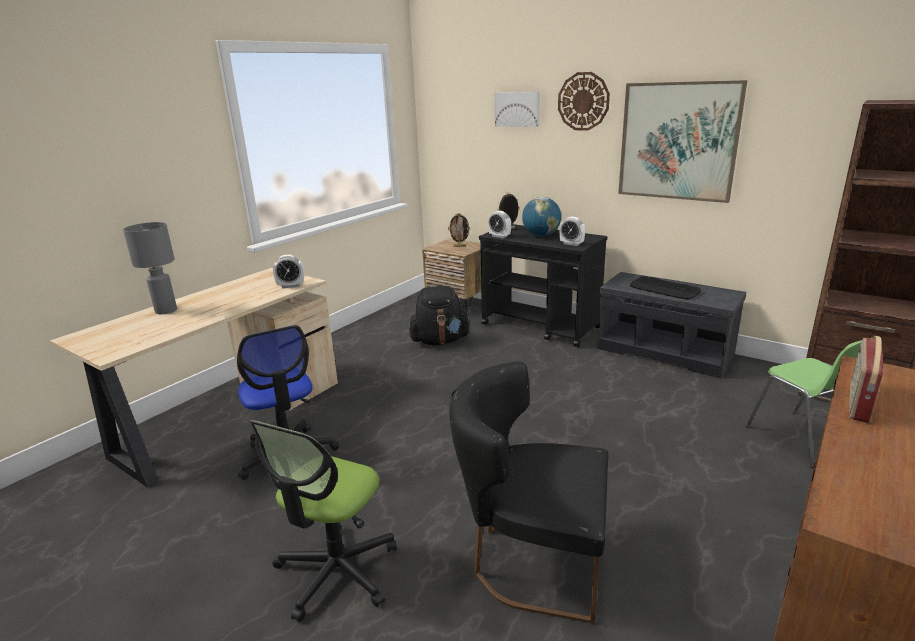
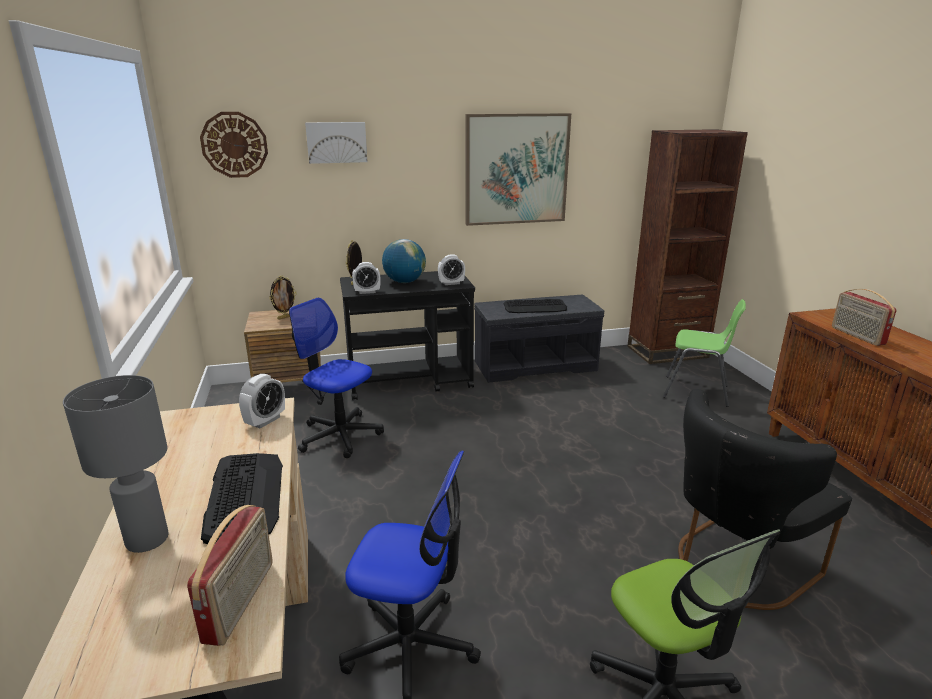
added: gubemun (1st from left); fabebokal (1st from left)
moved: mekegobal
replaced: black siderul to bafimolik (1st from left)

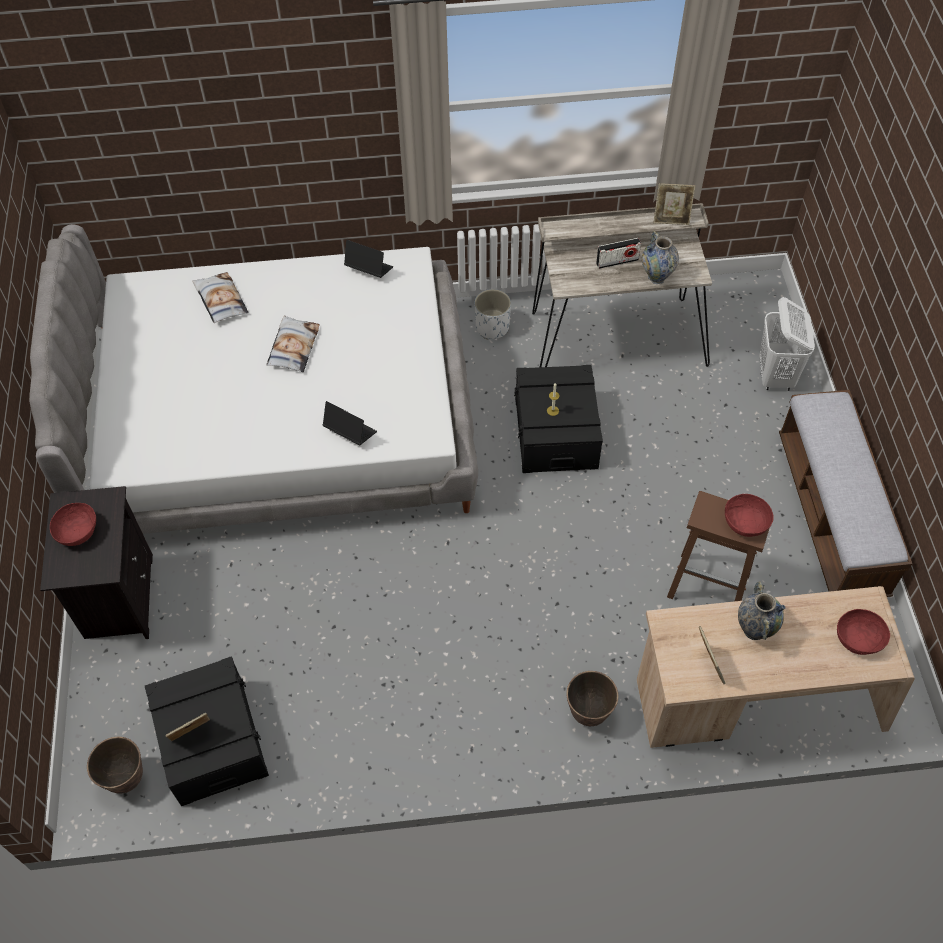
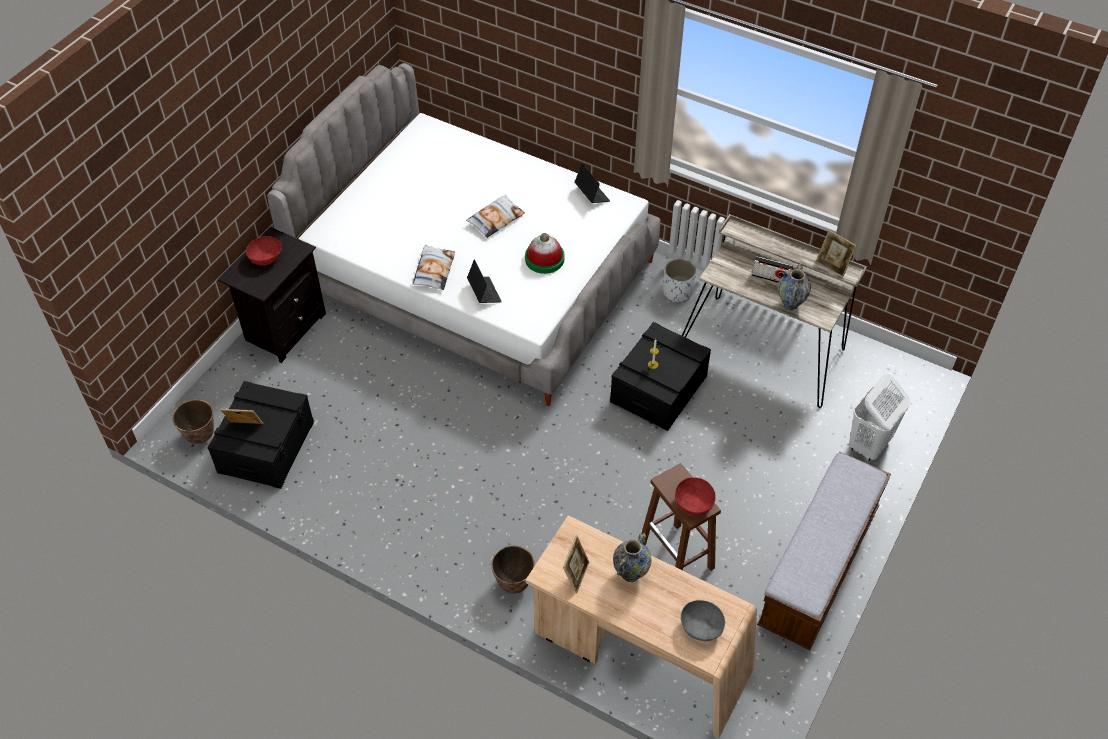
added: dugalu
moved: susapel (1st from left)
recoloured: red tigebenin (3rd from left) to grey tigebenin

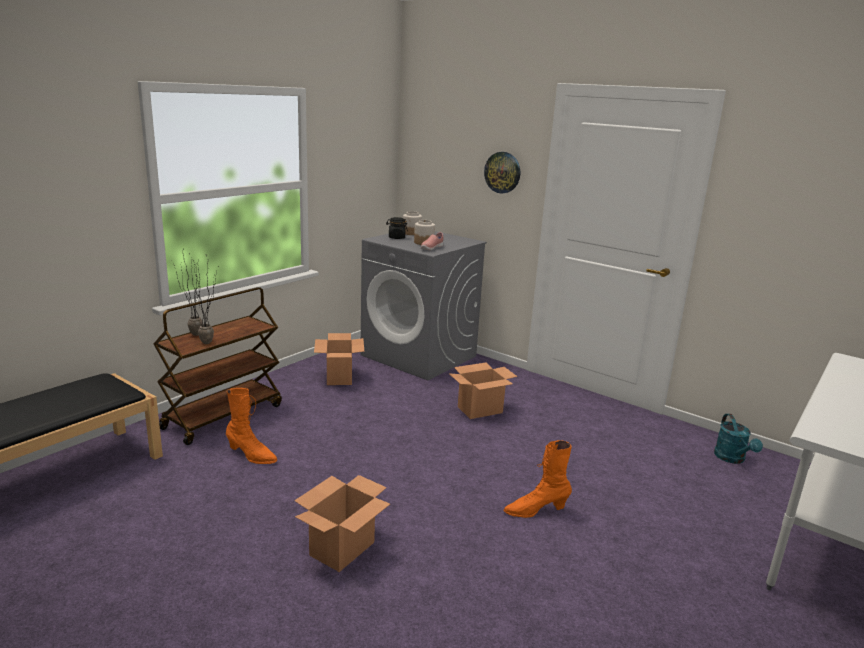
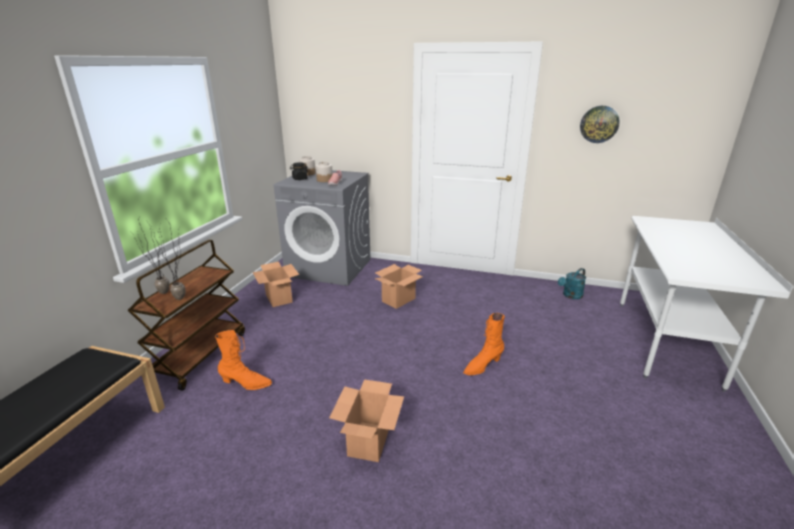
moved: mekegobal
turned: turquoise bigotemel 75 degrees clockwise

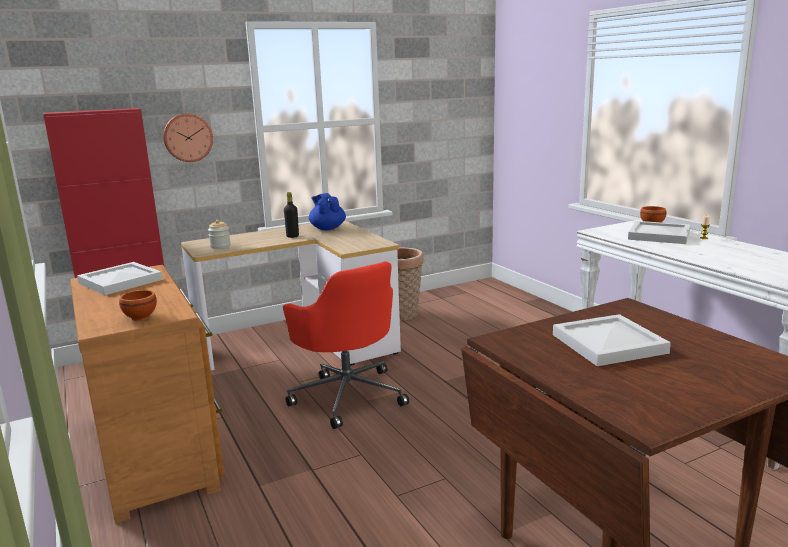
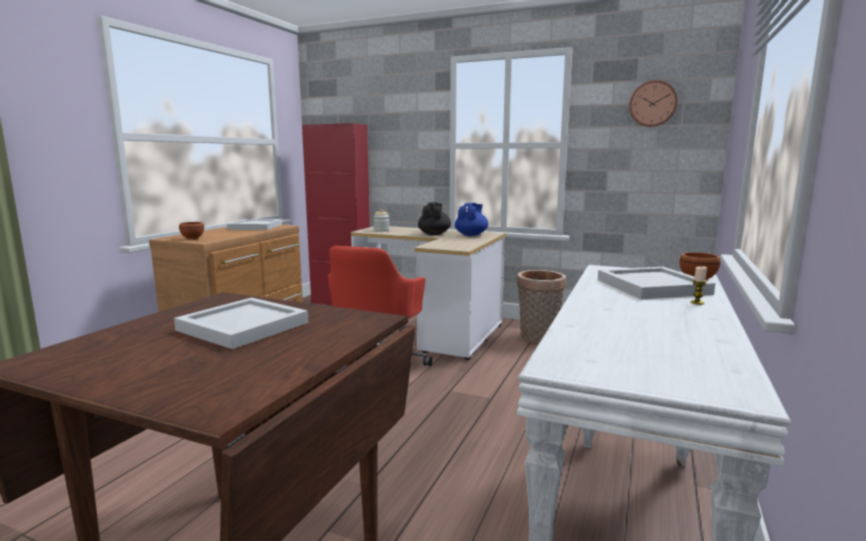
moved: mekegobal
replaced: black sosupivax to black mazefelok

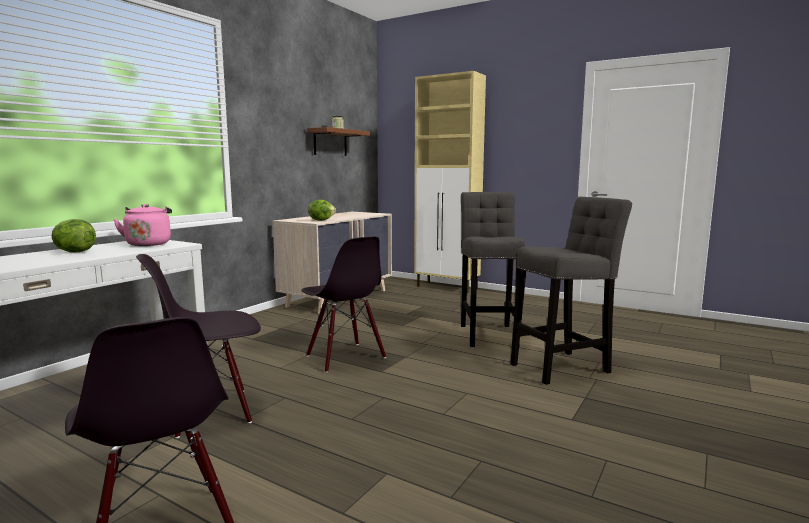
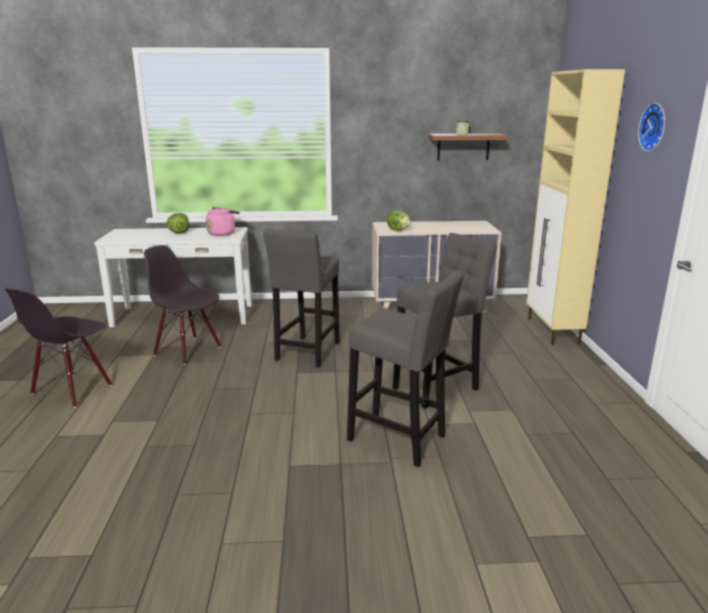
added: mekegobal
replaced: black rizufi (3rd from left) to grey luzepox (1st from left)

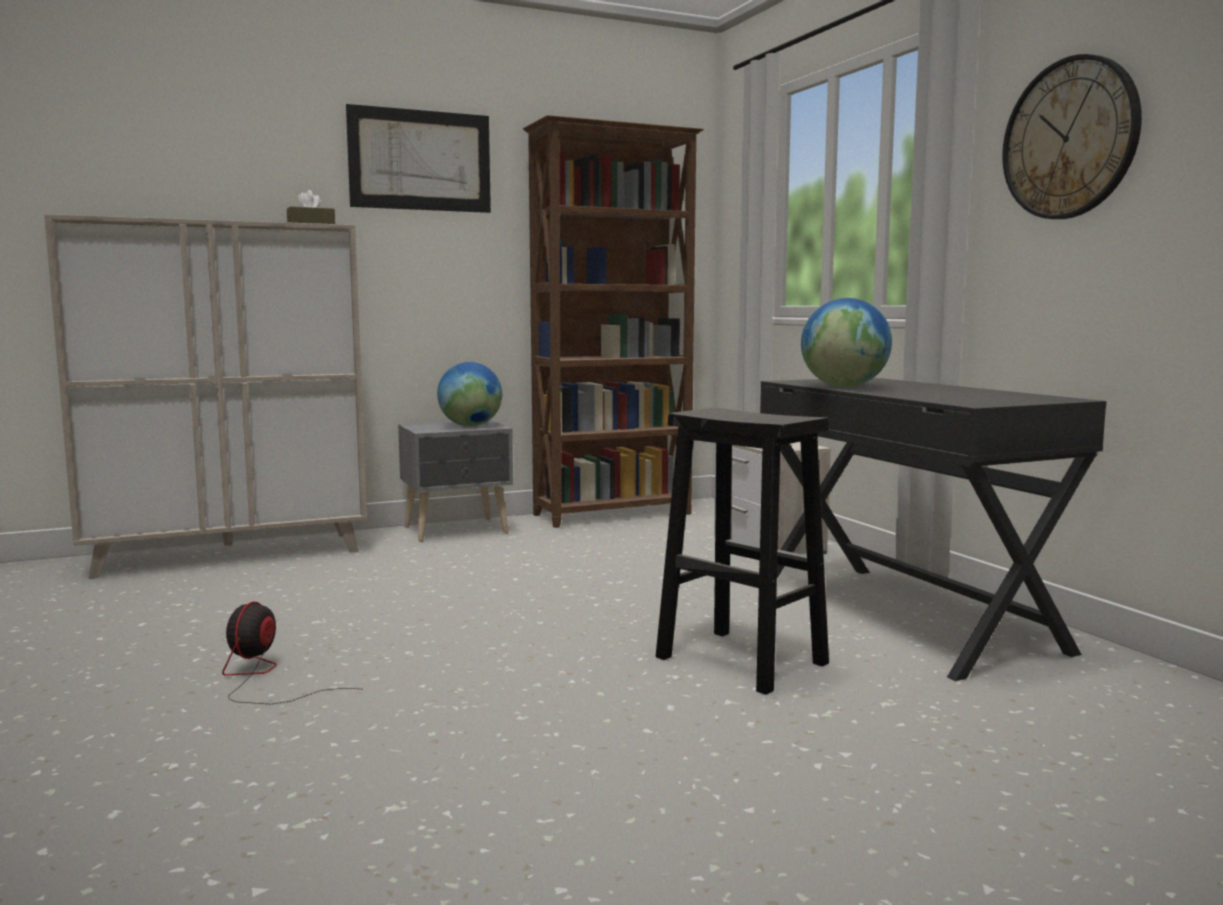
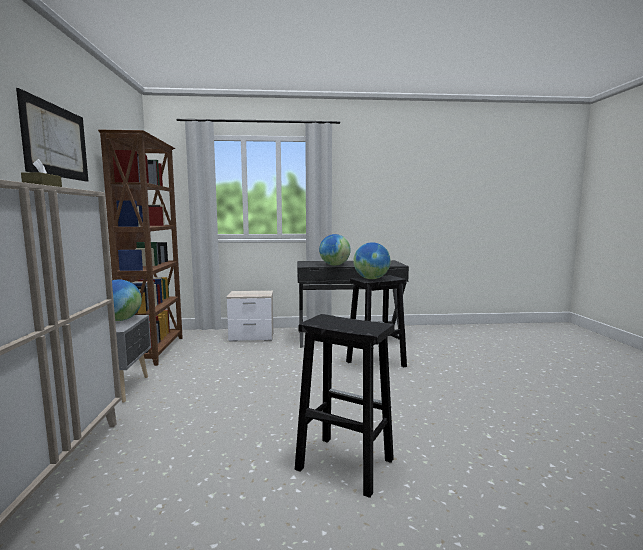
removed: mekegobal
added: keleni (3rd from left)
replaced: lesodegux to black luzepox (1st from left)

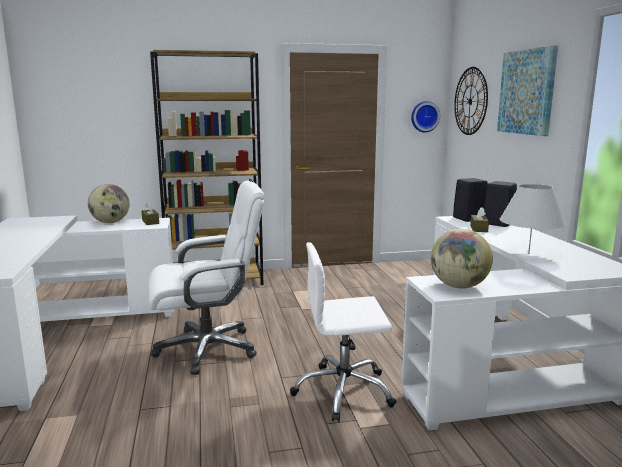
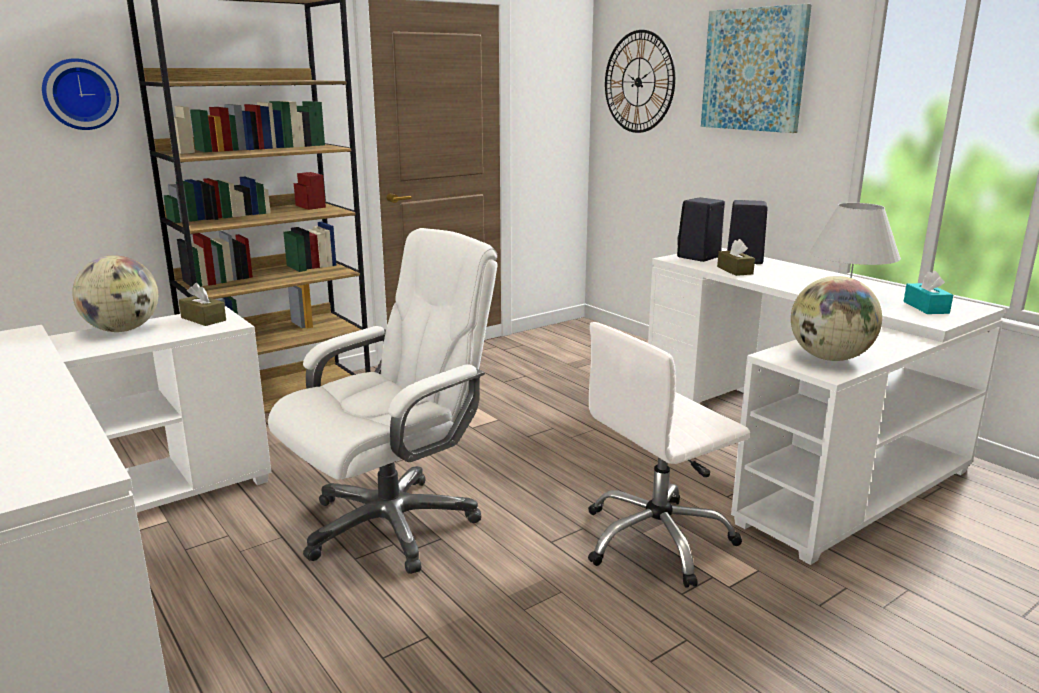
added: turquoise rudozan
moved: mekegobal (1st from left)

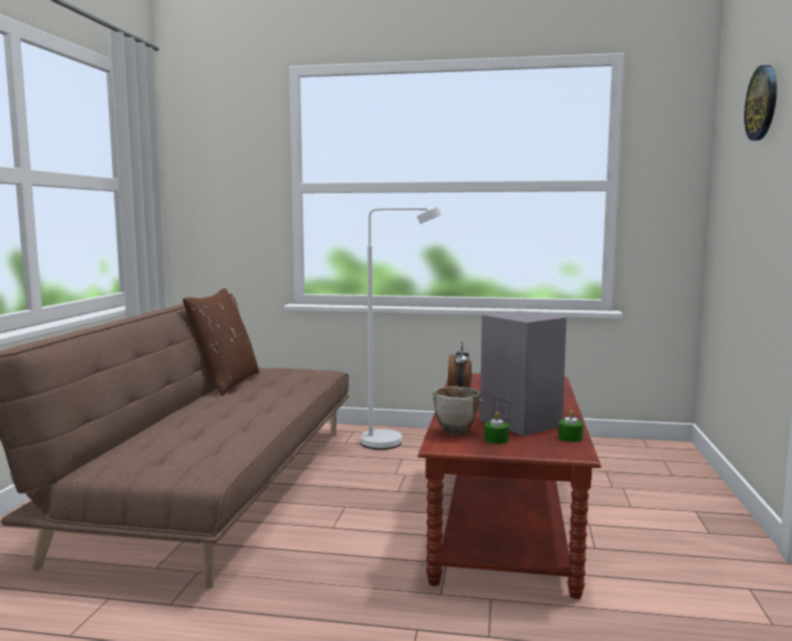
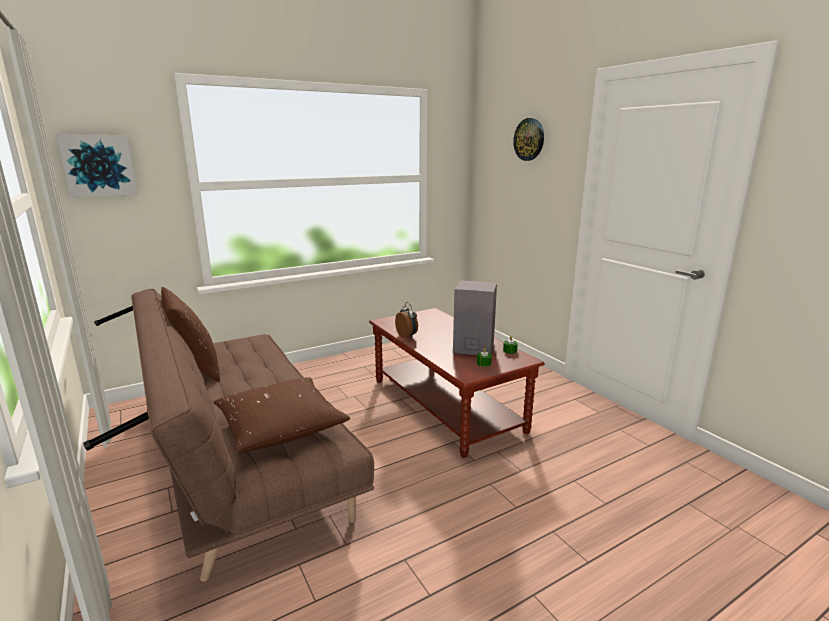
removed: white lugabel; tigebenin
added: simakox; brown susapel (2nd from left)

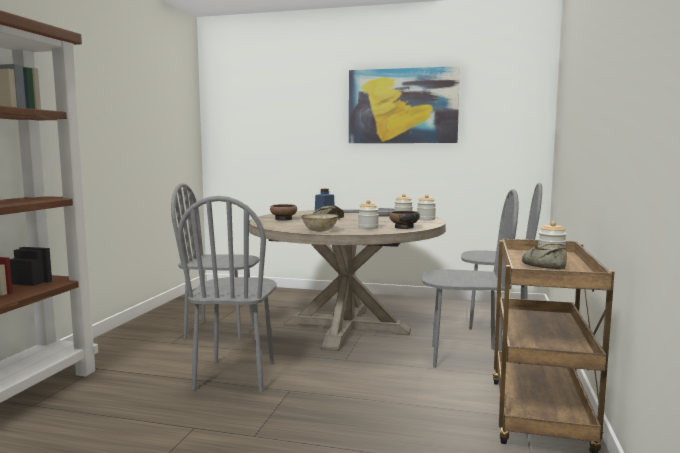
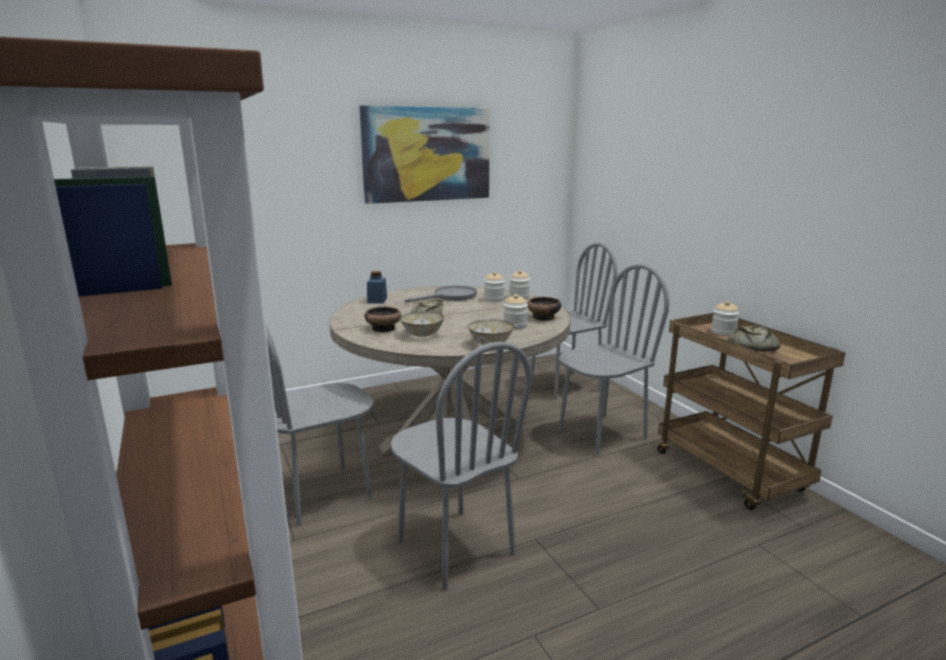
added: tigebenin (2nd from left)

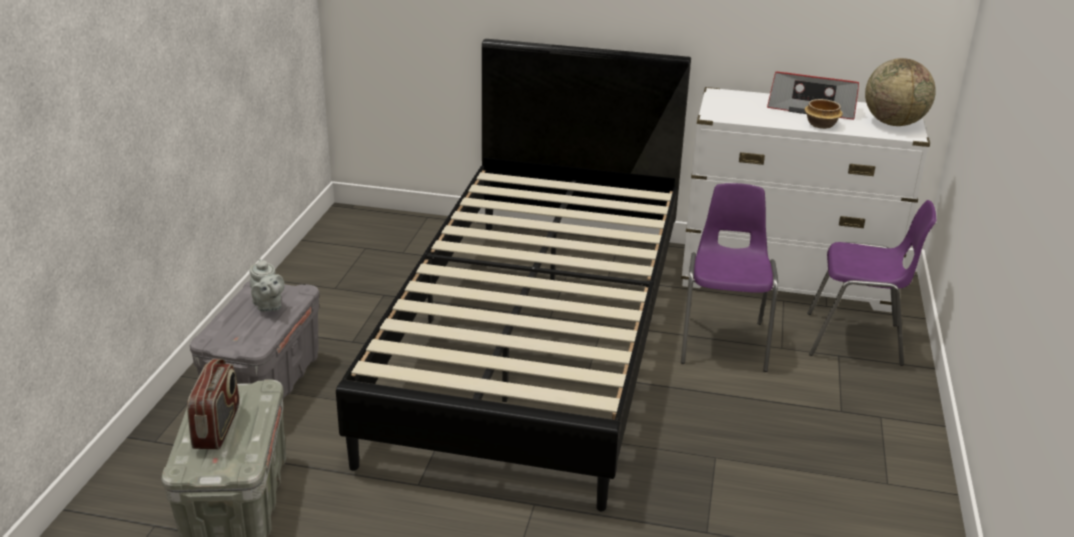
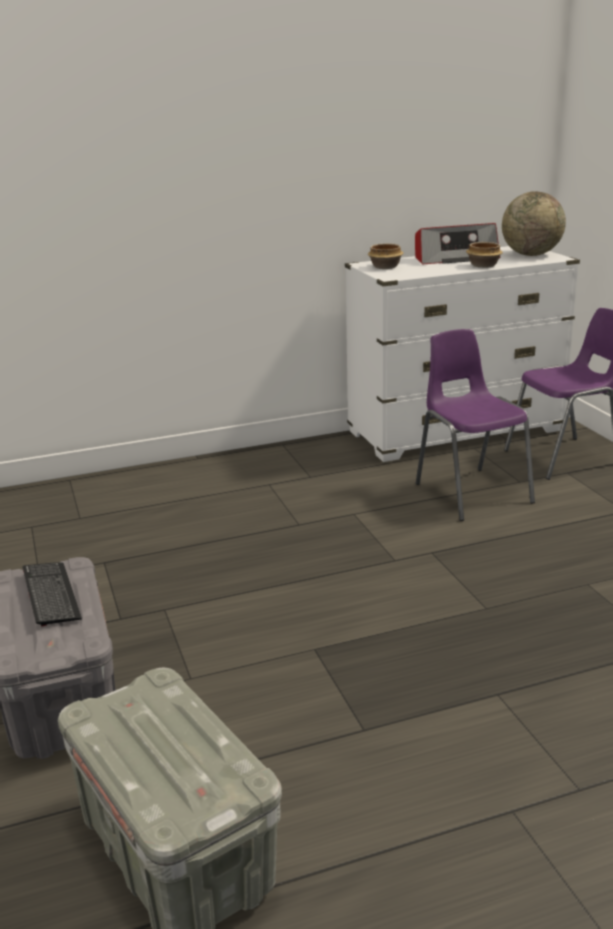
removed: gubemun (1st from left); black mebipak
added: tigebenin (1st from left)
replaced: grey mazefelok to fabebokal

